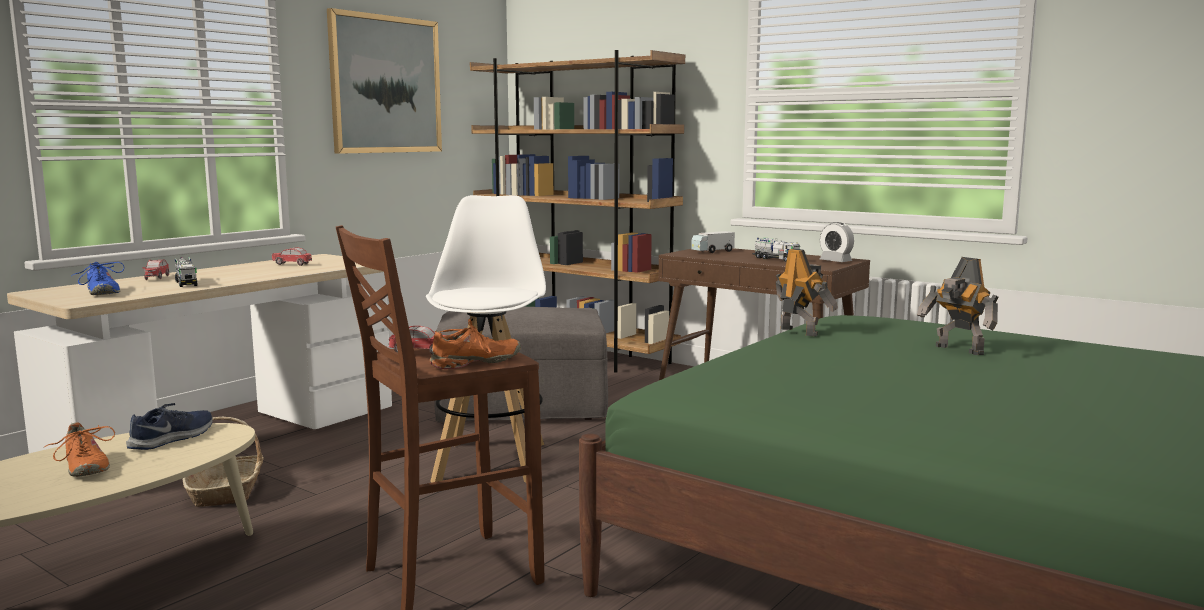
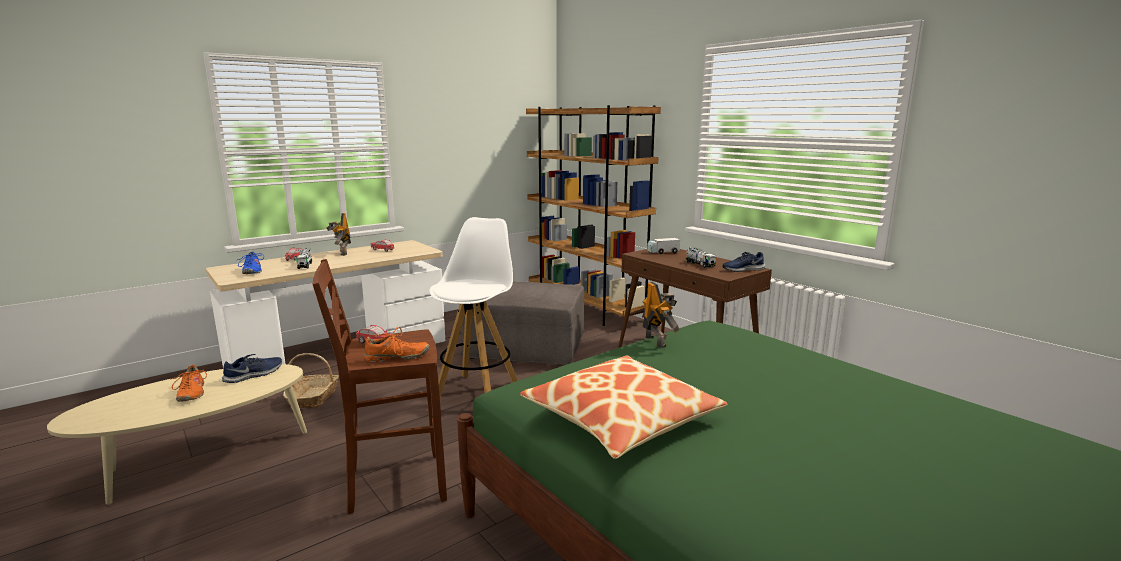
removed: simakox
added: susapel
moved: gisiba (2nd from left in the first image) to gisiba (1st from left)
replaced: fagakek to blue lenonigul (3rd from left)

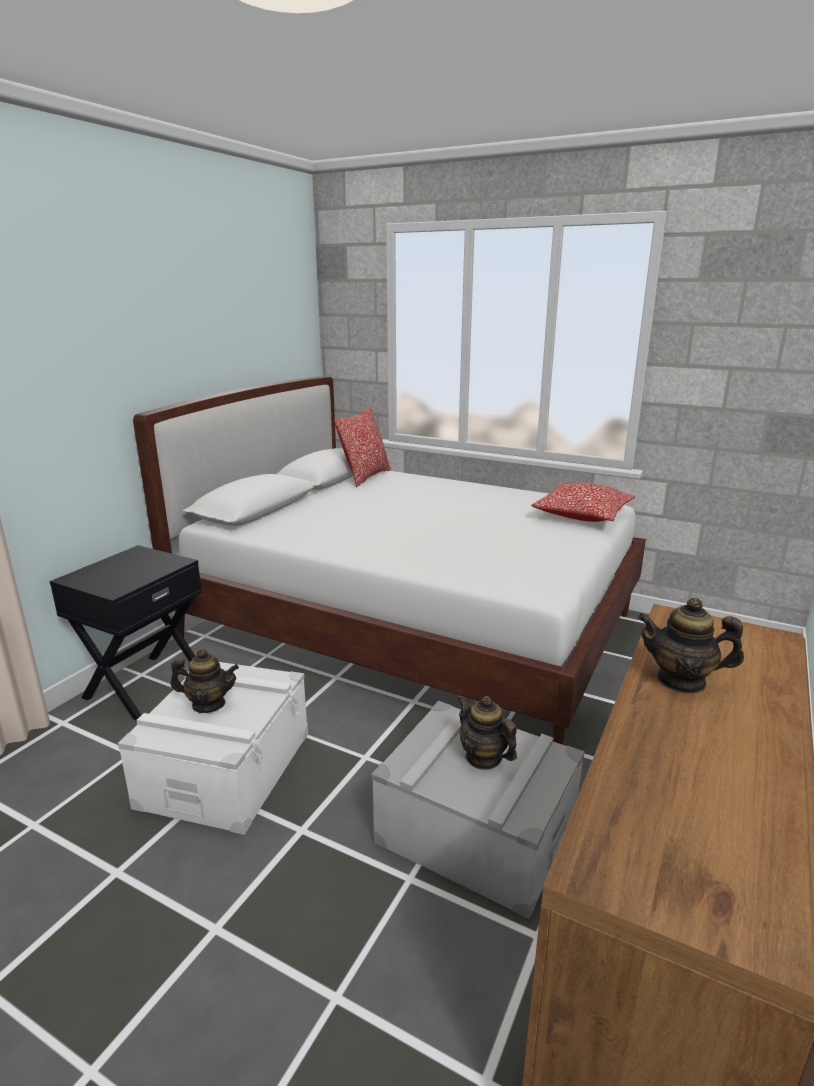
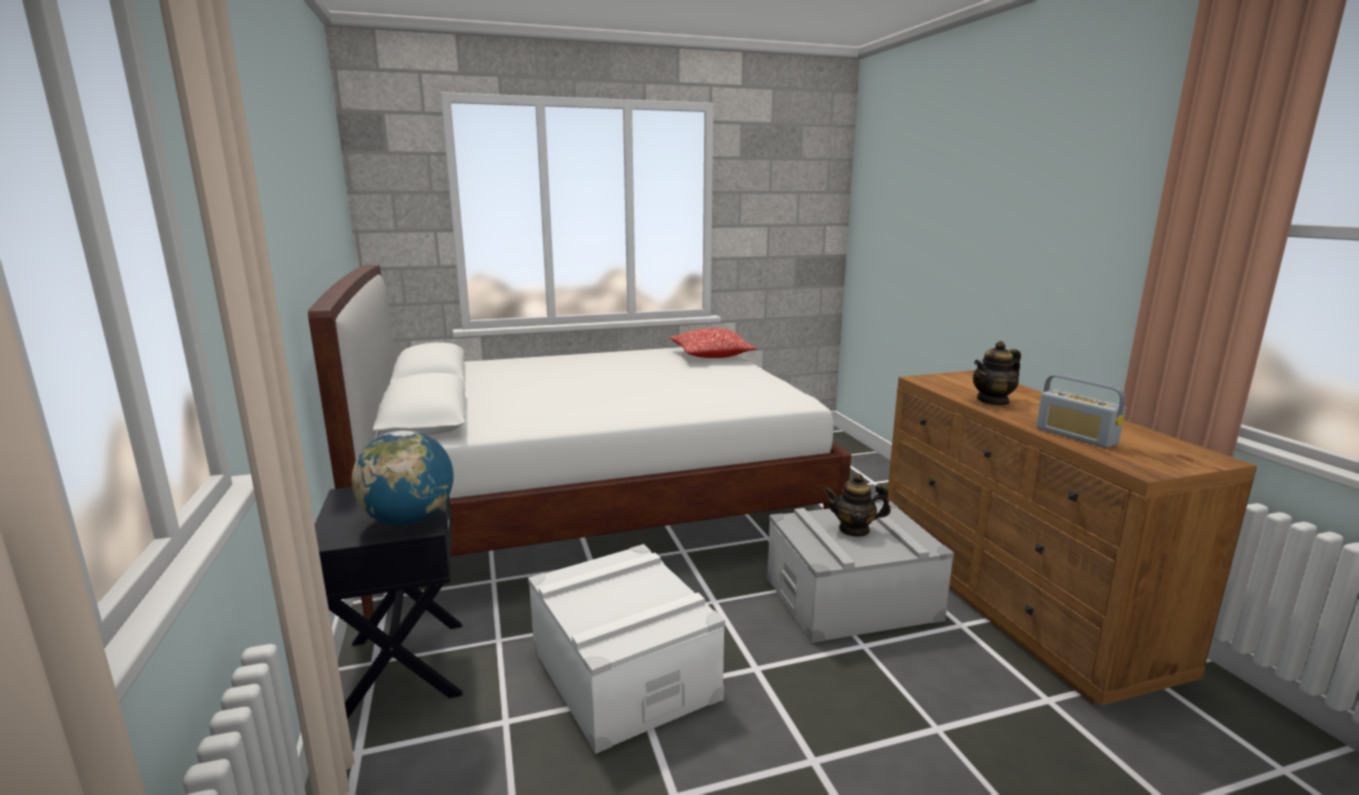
removed: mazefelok (1st from left); susapel (1st from left)
added: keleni; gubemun

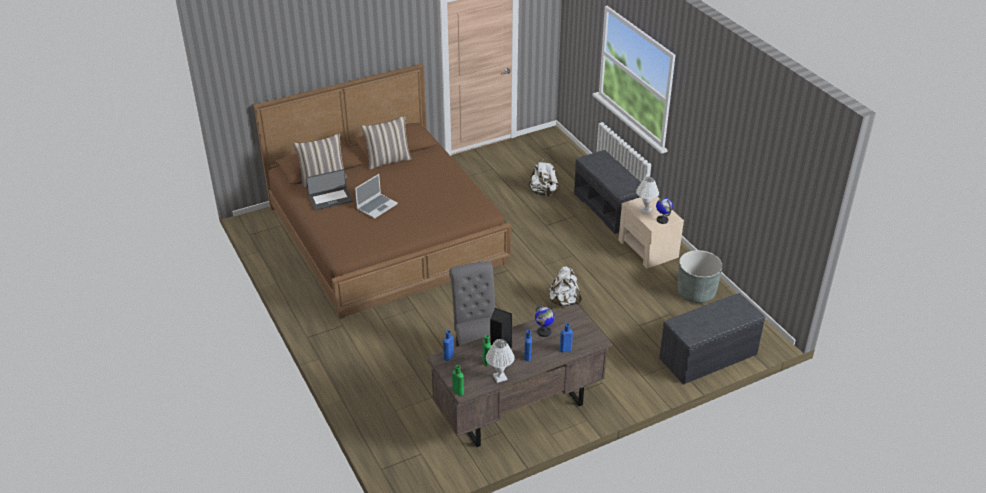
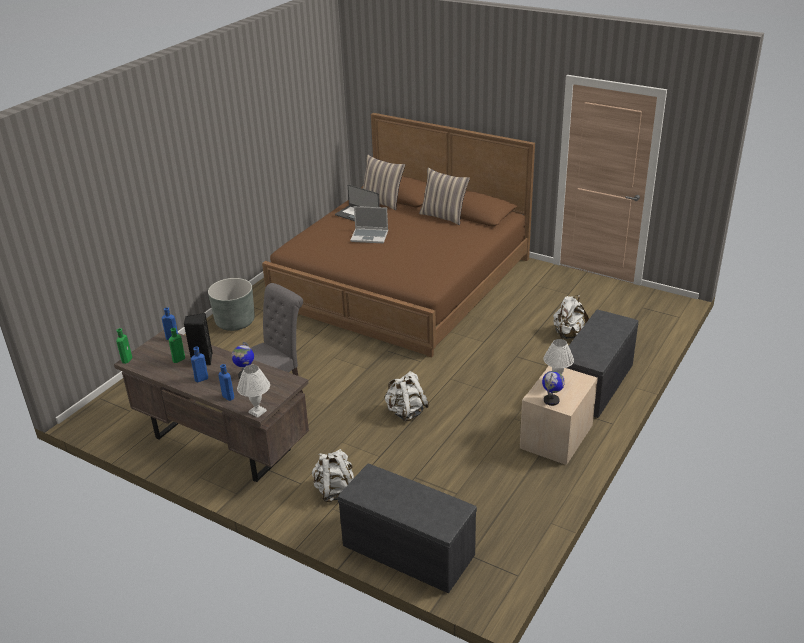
added: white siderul (1st from left)
moved: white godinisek (1st from left); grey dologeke

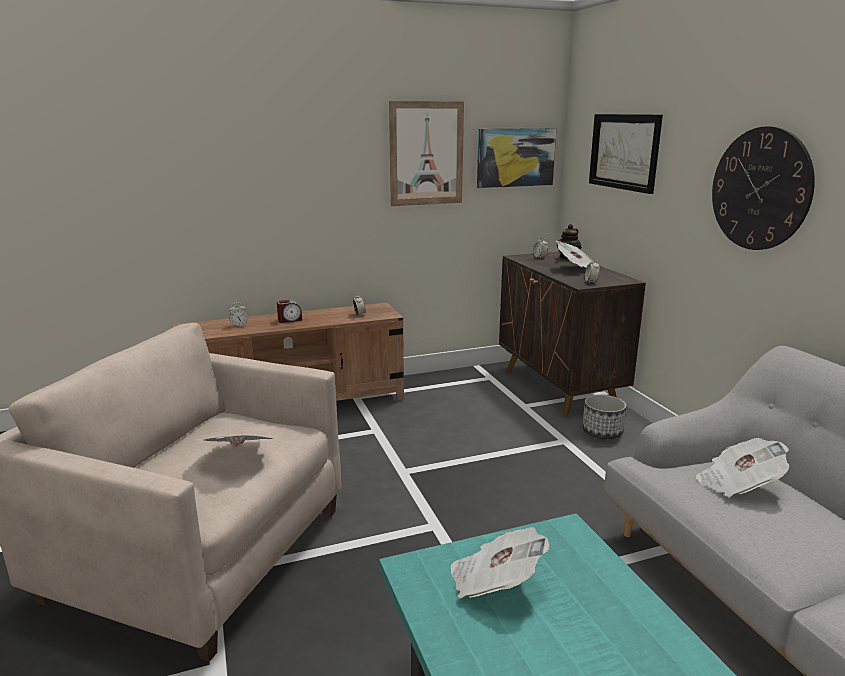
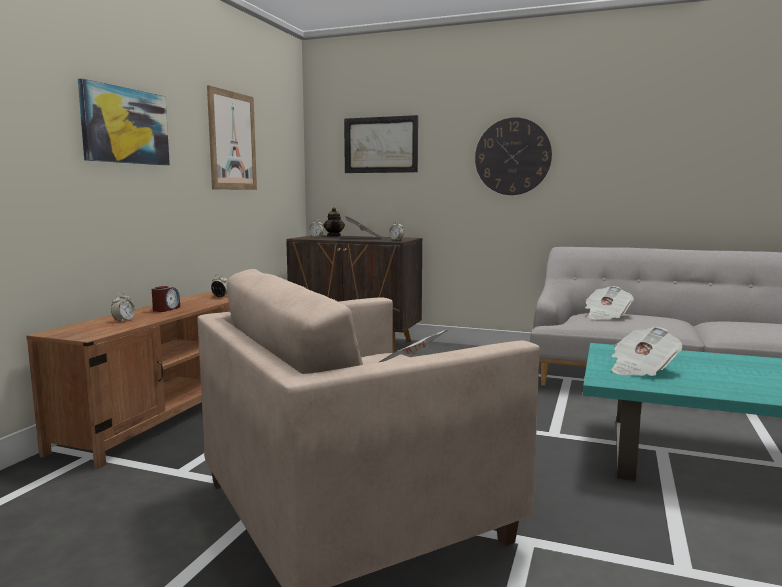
removed: dologeke
moved: simakox (2nd from left in the first image) to simakox (1st from left)

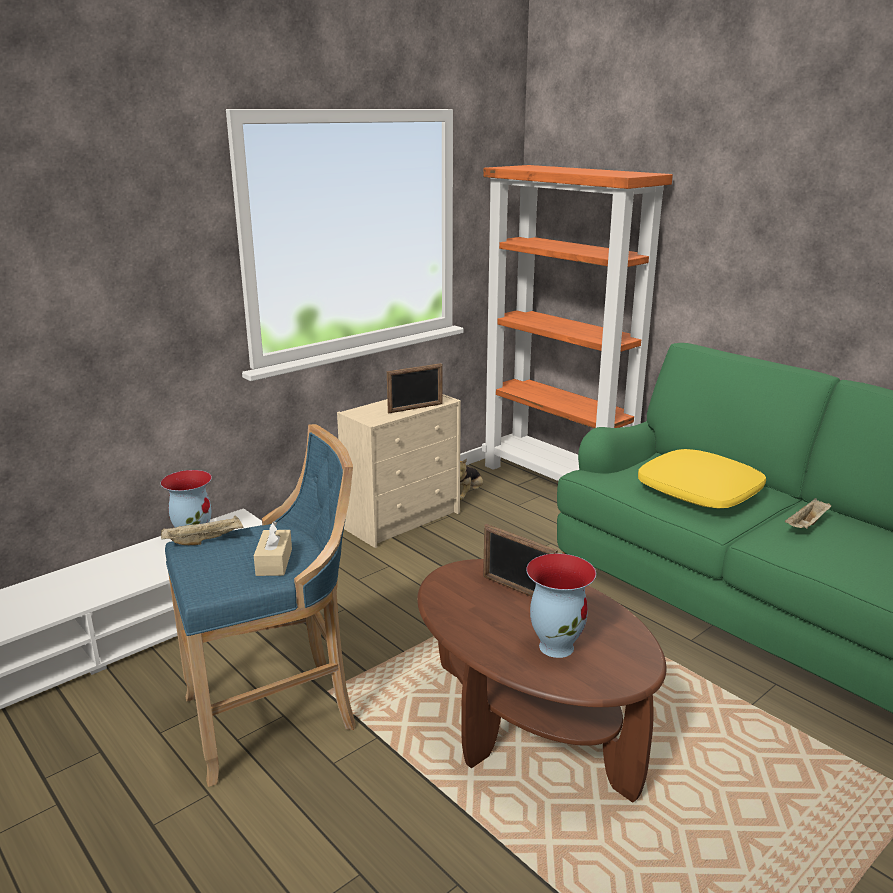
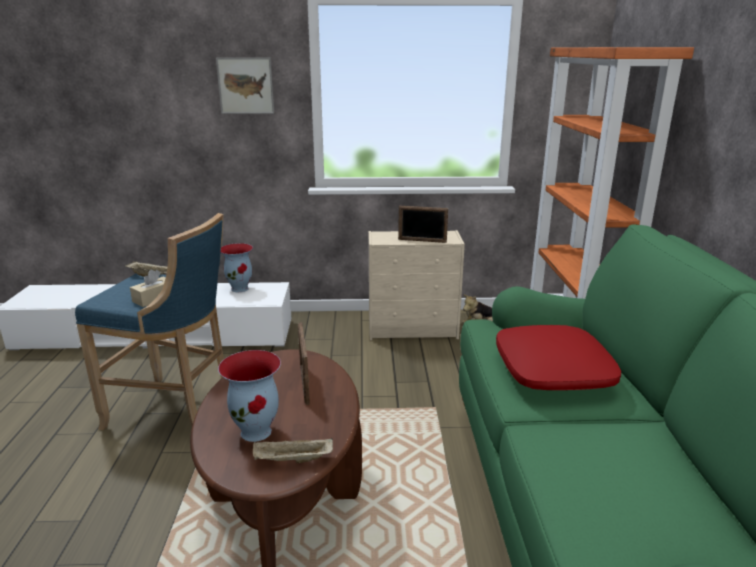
added: simakox
moved: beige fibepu (2nd from left)
recoloured: yellow susapel to red susapel

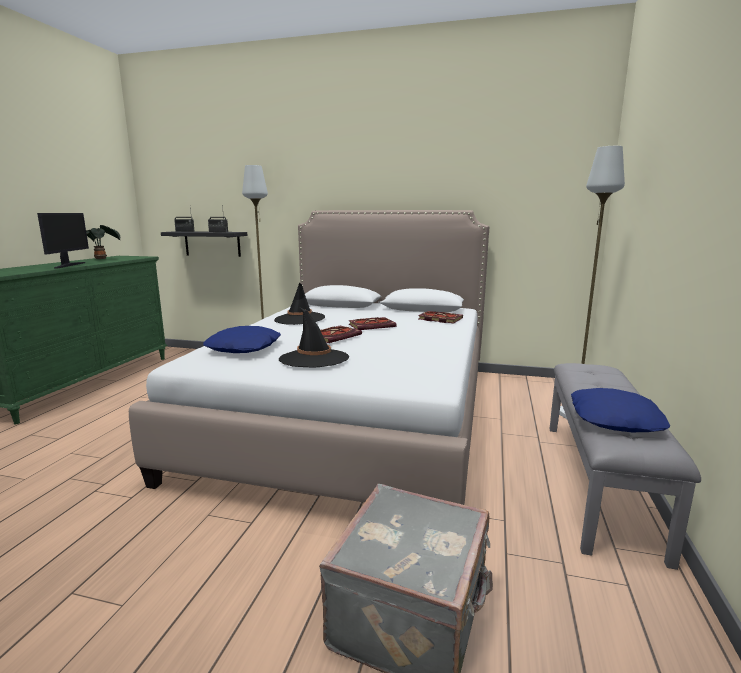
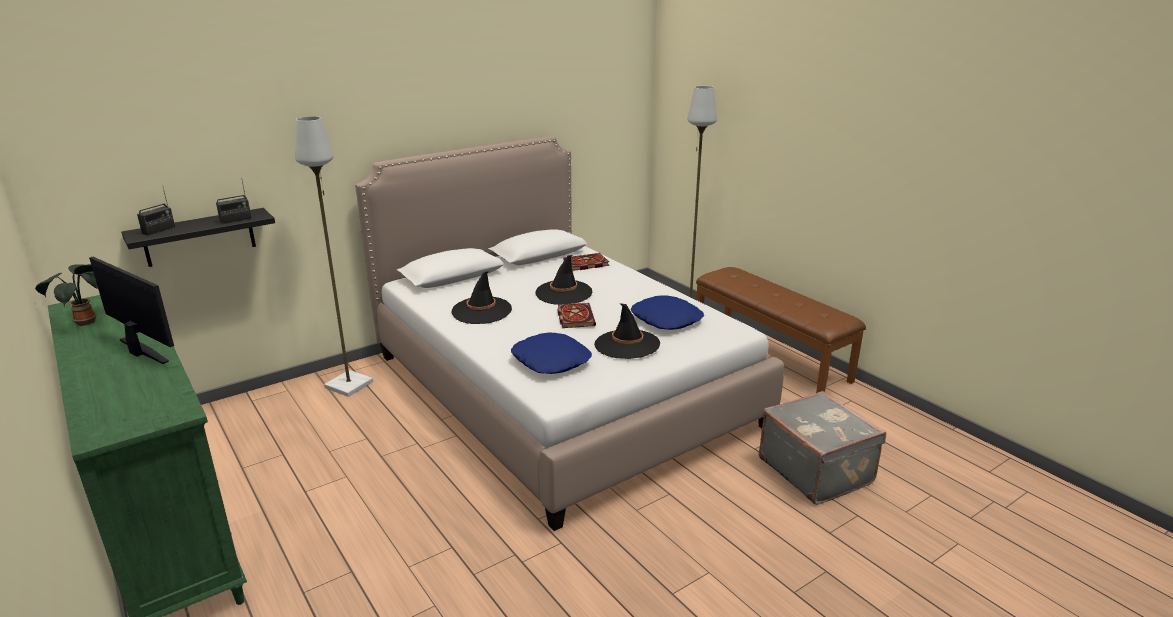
moved: blue susapel (2nd from left)
replaced: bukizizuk (2nd from left) to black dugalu (2nd from left)
recoloured: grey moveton to brown moveton

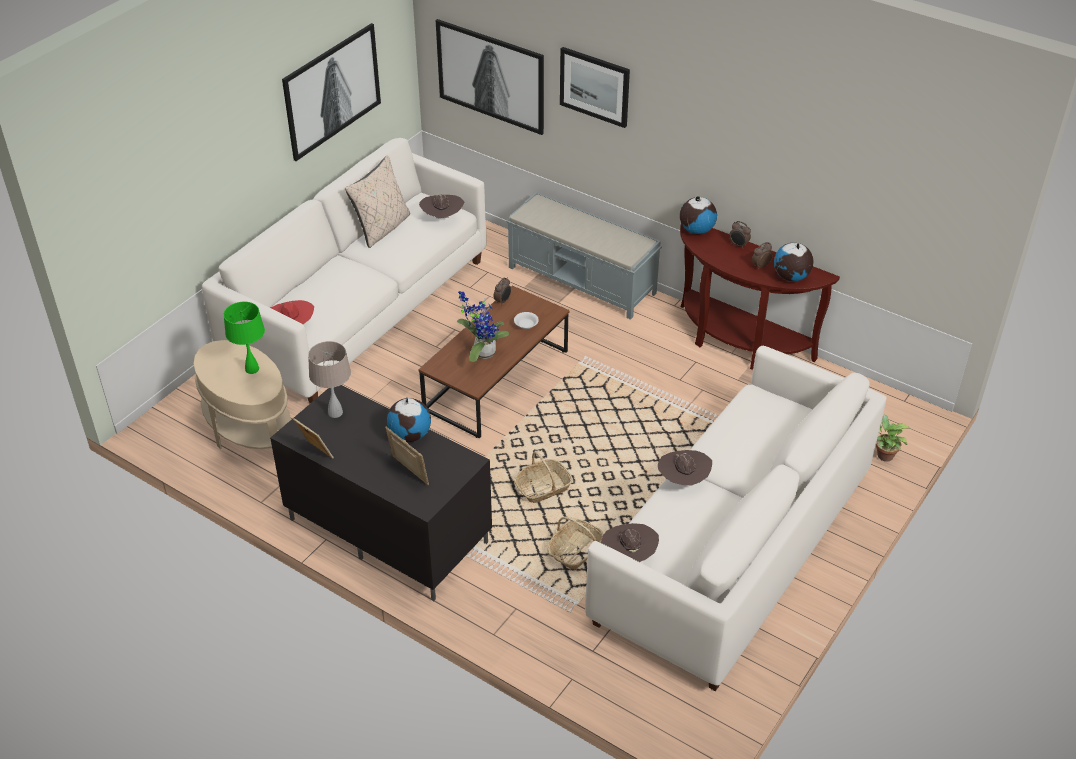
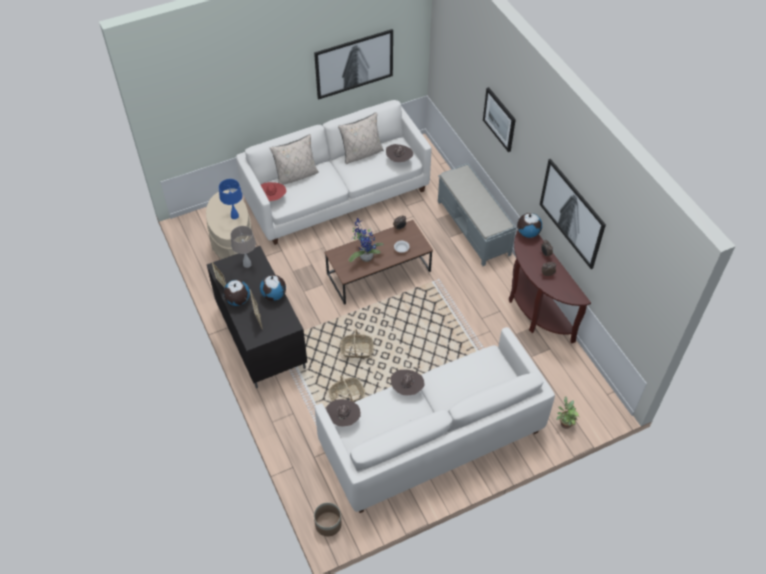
added: beige susapel (1st from left); dologeke
moved: simakox (2nd from left in the first image) to simakox (3rd from left); keleni (3rd from left in the first image) to keleni (1st from left)
recoloured: green godinisek to blue godinisek

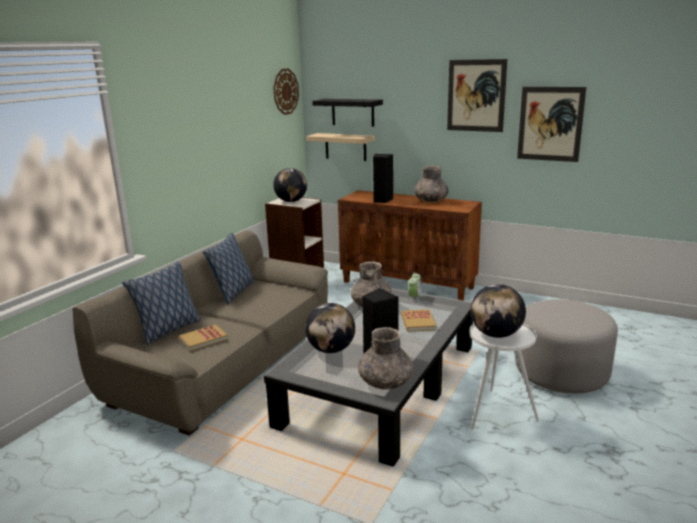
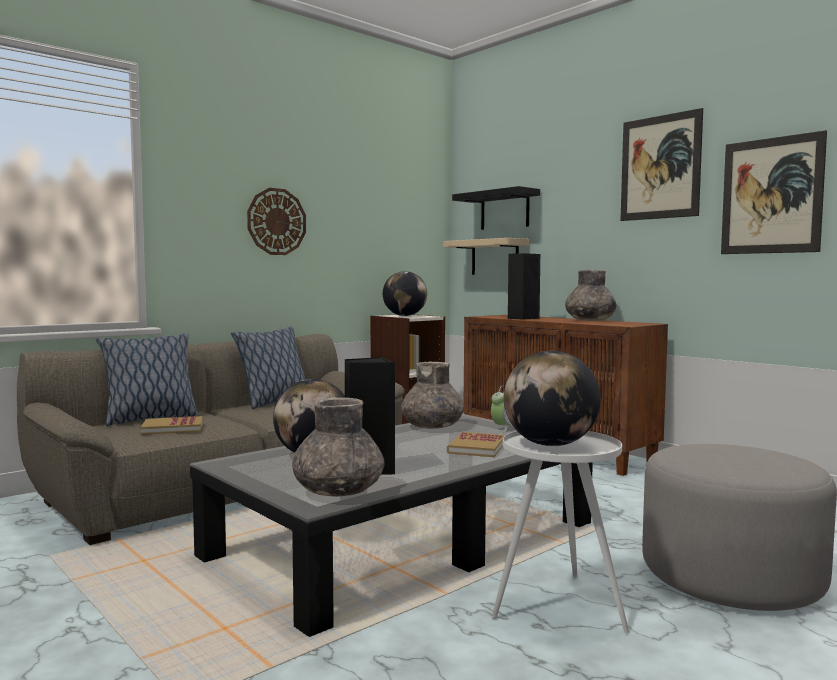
moved: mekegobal

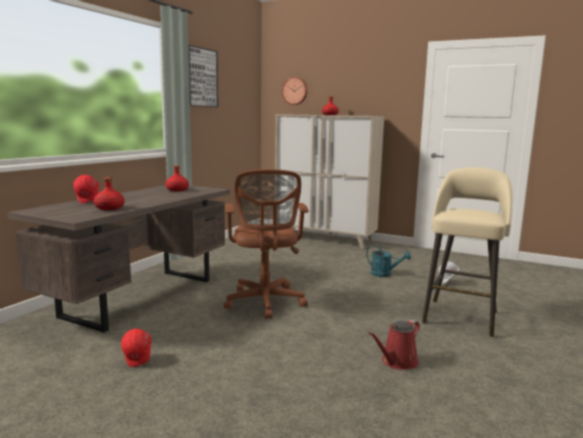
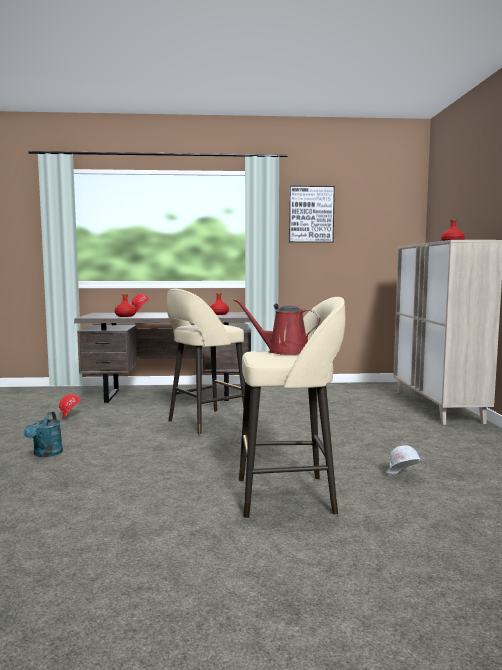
removed: mekegobal
moved: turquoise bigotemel; red bigotemel
replaced: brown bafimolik to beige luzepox (1st from left)

